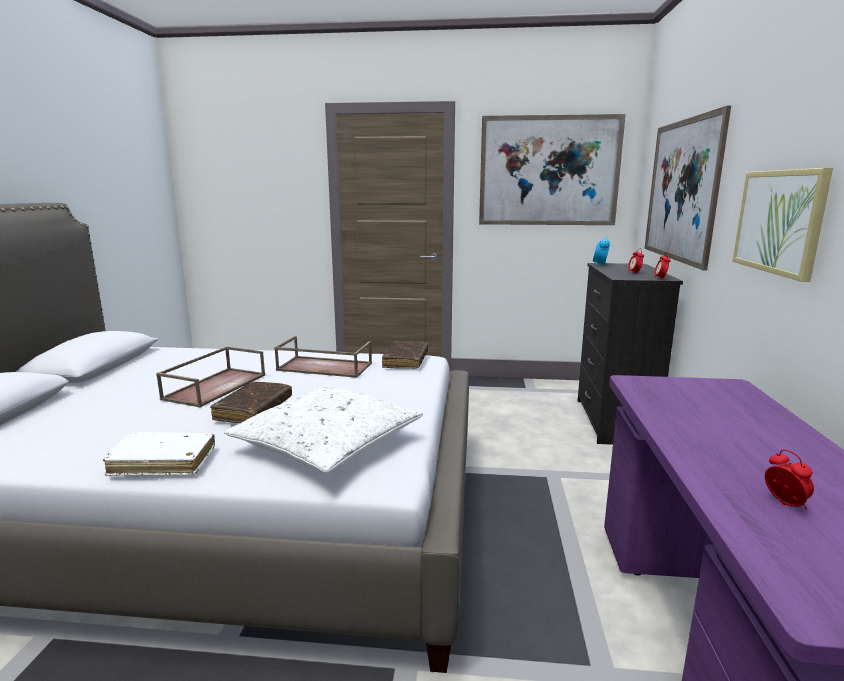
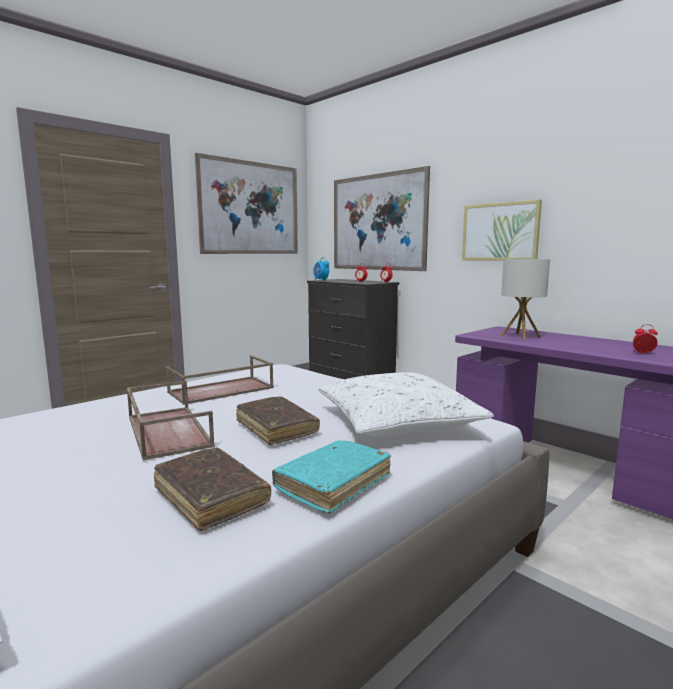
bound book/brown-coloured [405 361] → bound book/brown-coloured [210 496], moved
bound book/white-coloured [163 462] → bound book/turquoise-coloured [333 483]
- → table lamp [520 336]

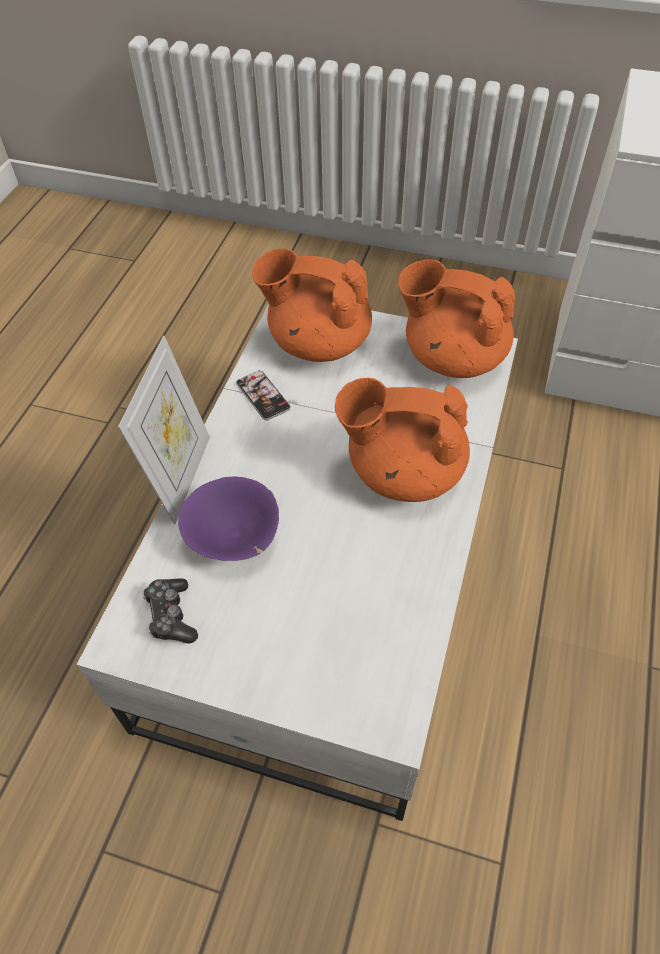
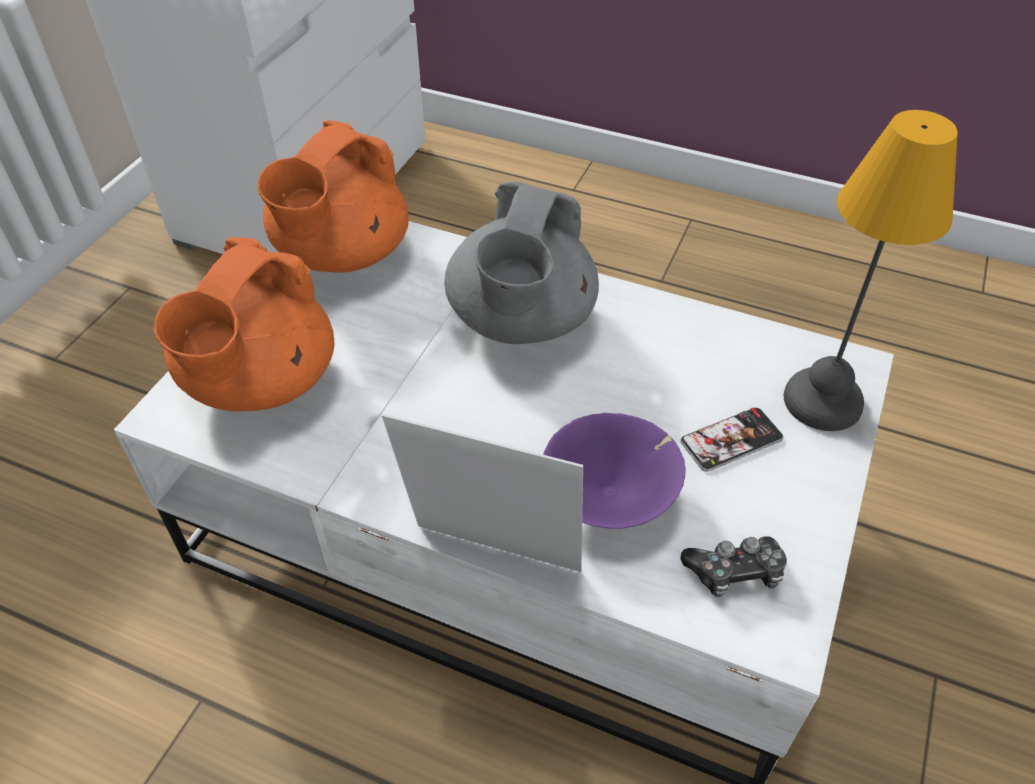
telephone [263 396] → telephone [731 440], moved
tea pot/orange [403 471] → tea pot/greyish [521 321]
- → table lamp [822 403]

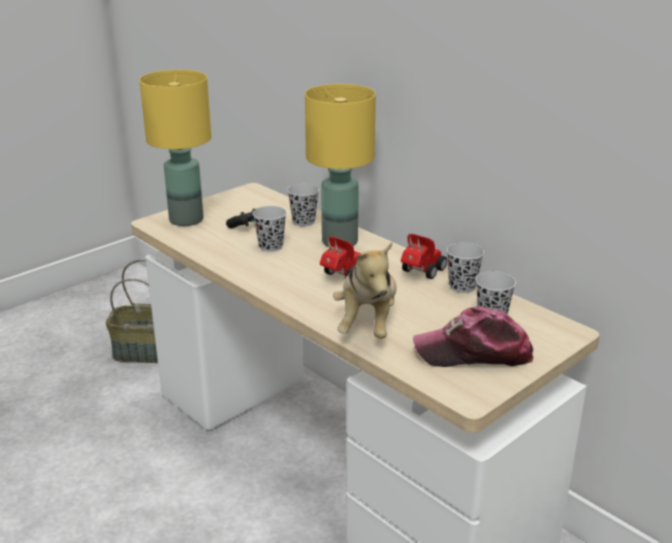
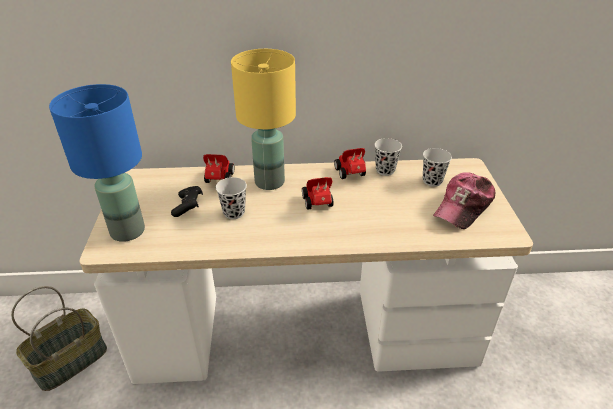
table lamp/yellowish [185 219] → table lamp/blue-coloured [126 231]
cup/blackish [303 221] → miniature car [218 181]
cuddly toy [367 323] → -

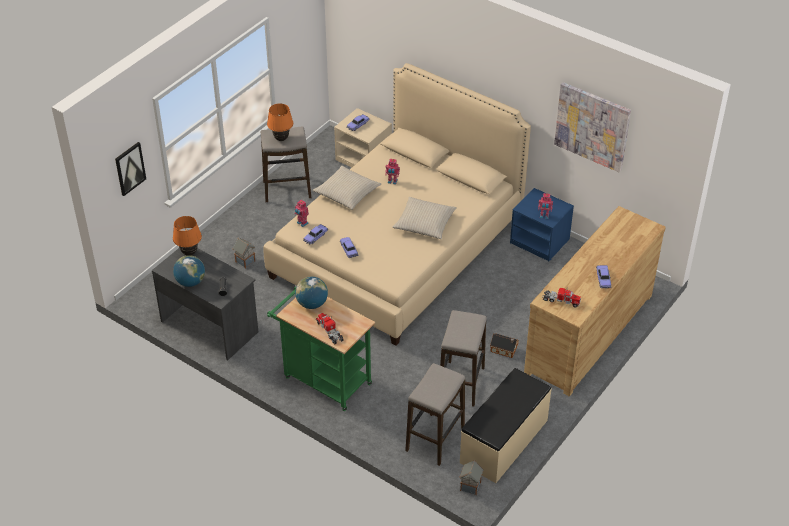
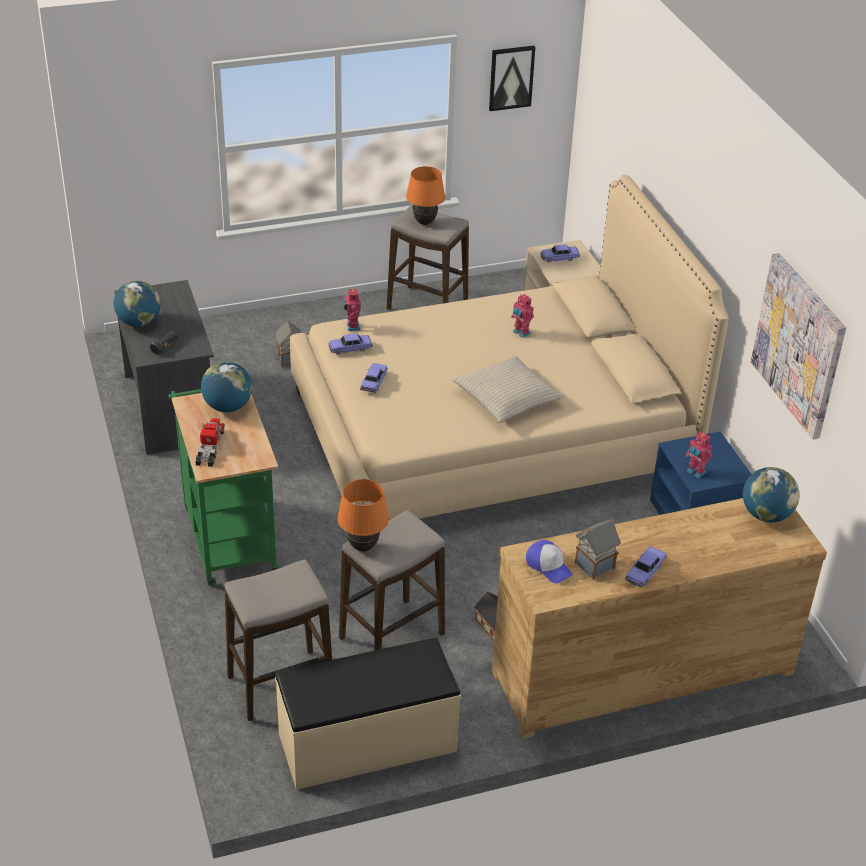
picture [129 168] → picture [511 77], moved
cushion/sand-coloured [347 193] → -
table lamp/orange [189 253] → table lamp/orange [363 547], moved
toy lorry [561 300] → baseball cap [548 566]
model house [470 487] → model house [594 566], moved
- → world globe [766 515]

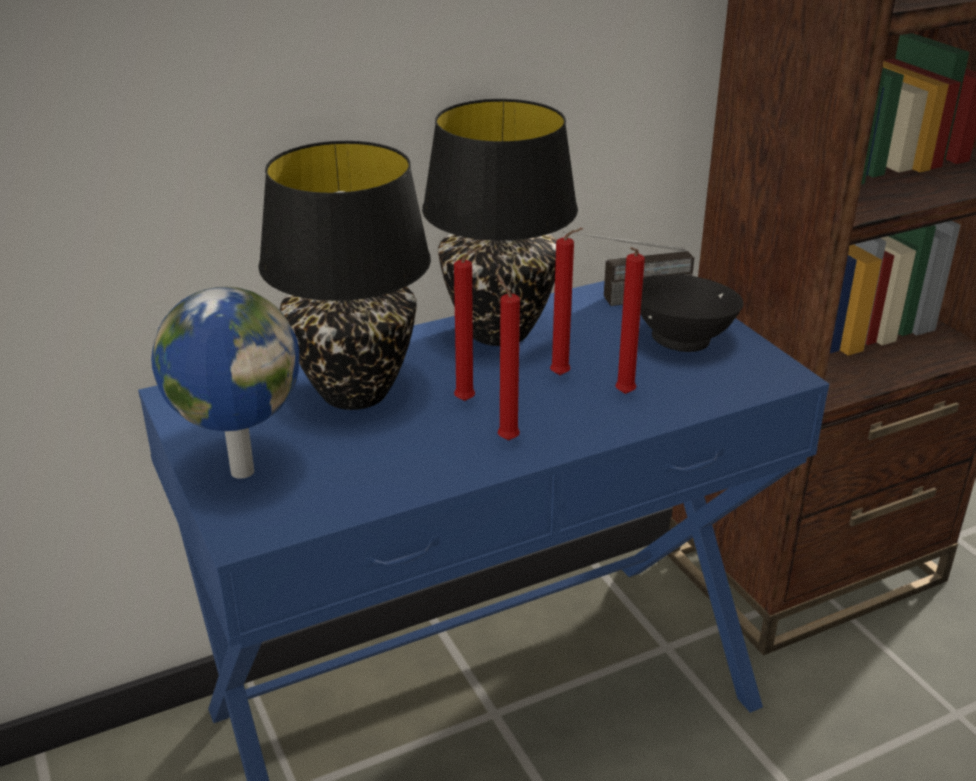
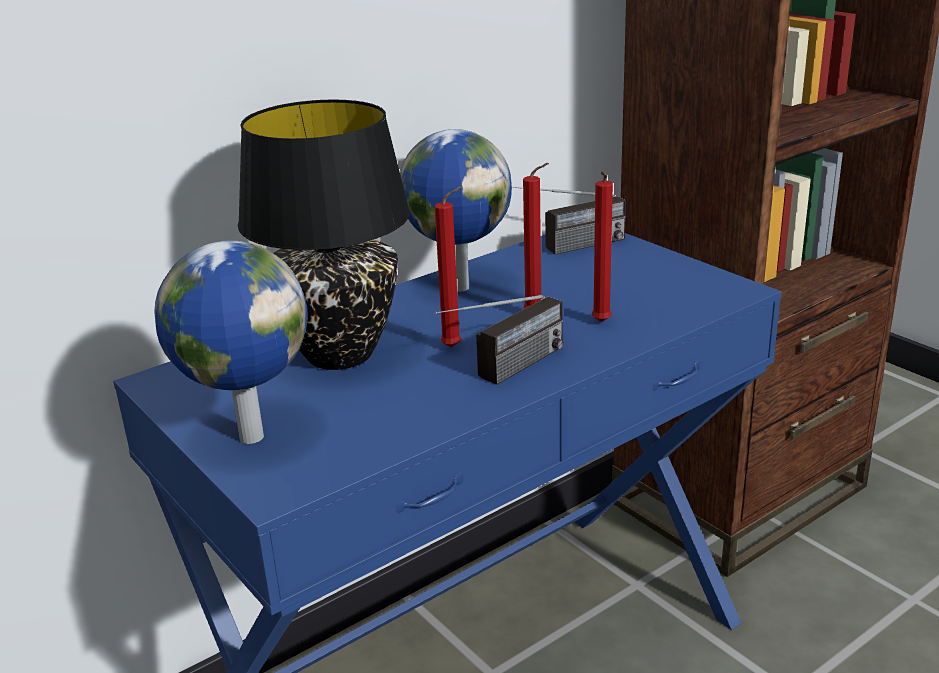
table lamp/blackish [497 331] → world globe [458 287]
candle/red [506 438] → radio [505 373]
bowl/blackish [684 340] → -

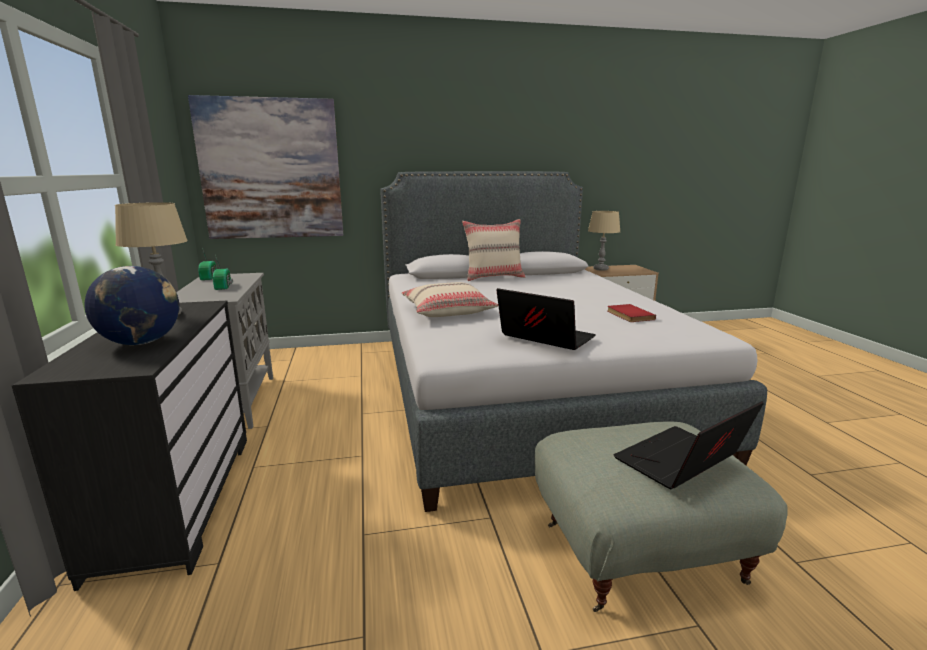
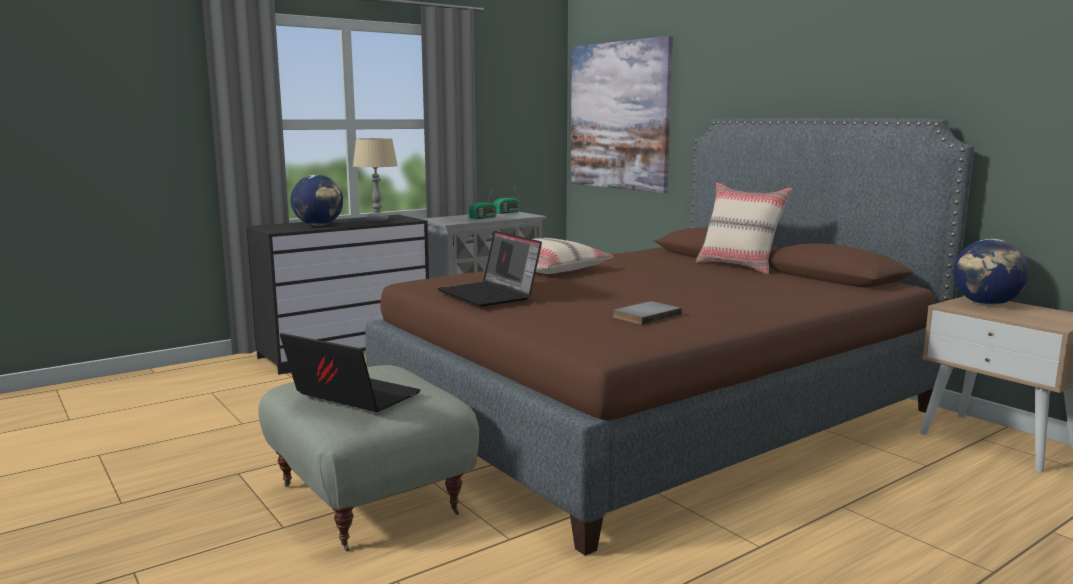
bedroom bed/greyish [520 390] → bedroom bed/brown-coloured [658 412]
table lamp/sand-coloured [600 269] → world globe [986 304]
notebook computer [544 338] → notebook computer [490 295], 135 degrees clockwise
bound book/red [628 315] → bound book/greyish [644 315]

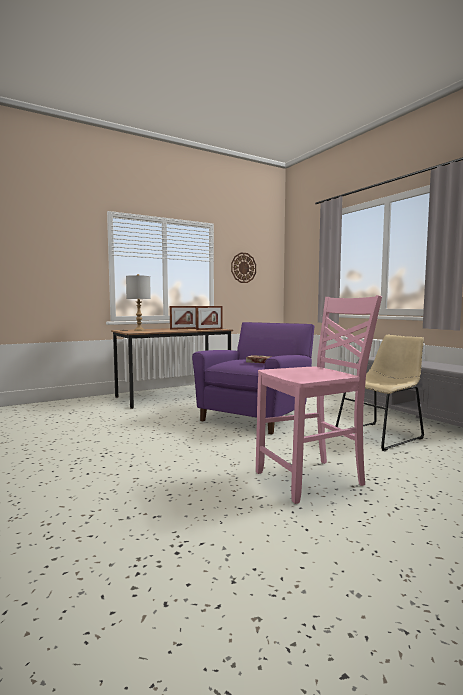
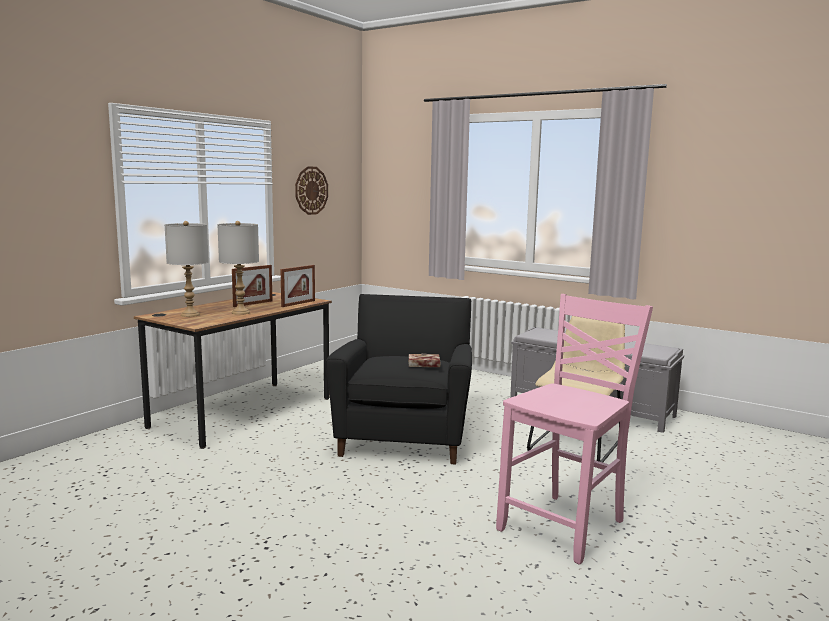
lounge chair/purple [256 416] → lounge chair/blackish [405 434]
- → table lamp/greyish [240 312]

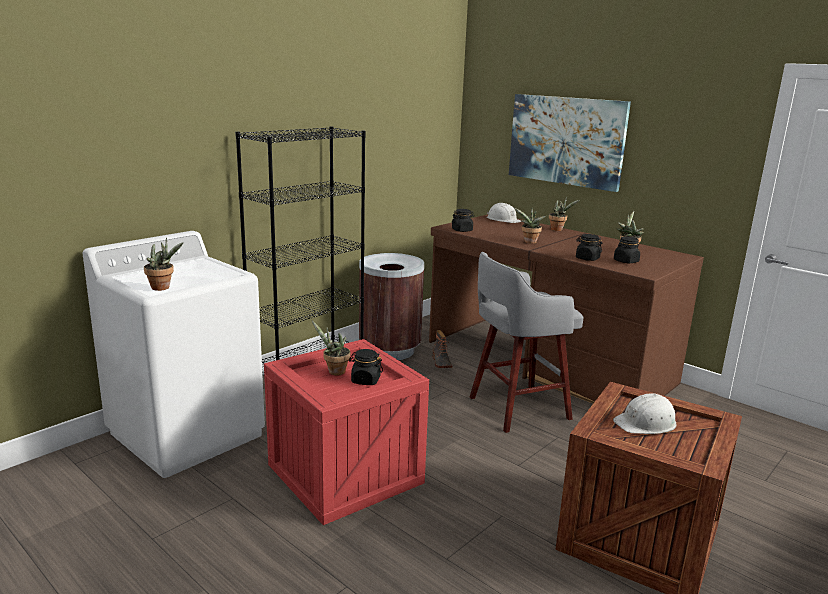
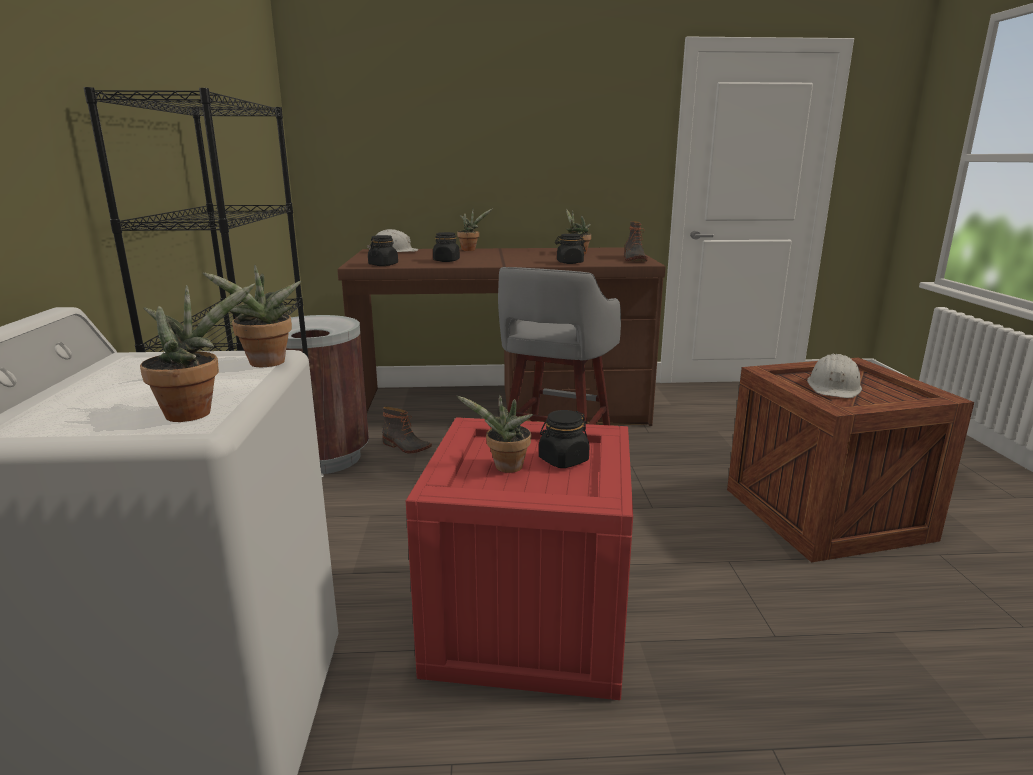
picture [566 140] → -
houseplant [529 242] → houseplant [266 364], moved
preserve jar/blackish [626 261] → preserve jar/blackish [446 261], moved
- → tall boot [633 259]

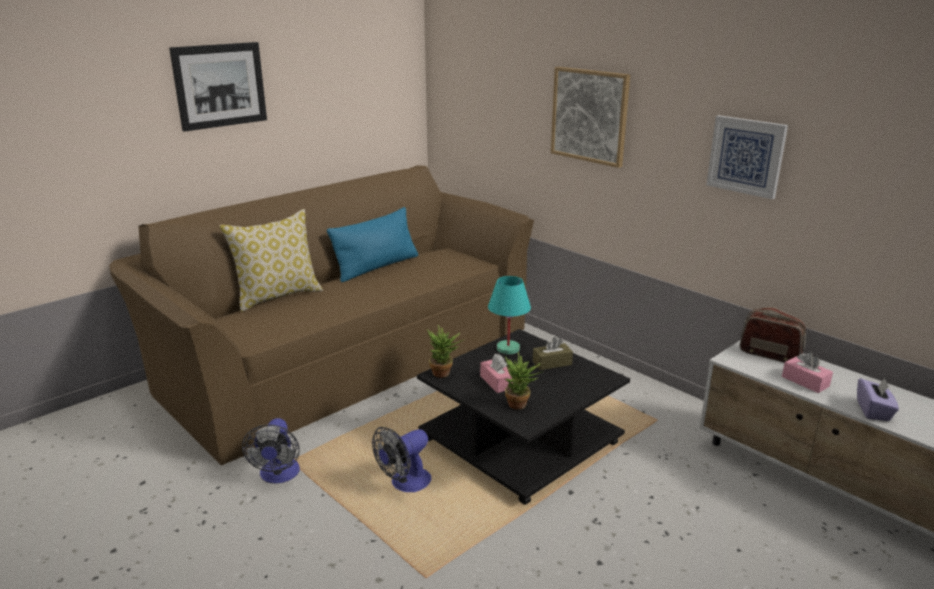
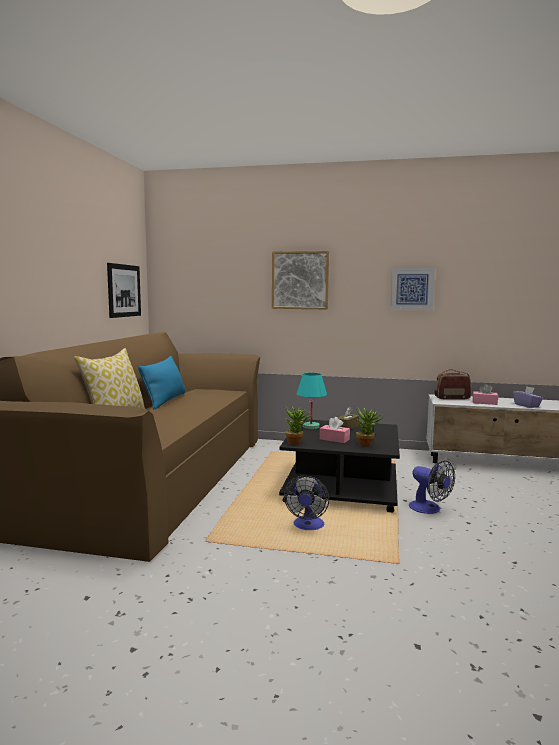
picture [220 85] → picture [124 290], moved
cooling fan [278 475] → cooling fan [429 509], moved

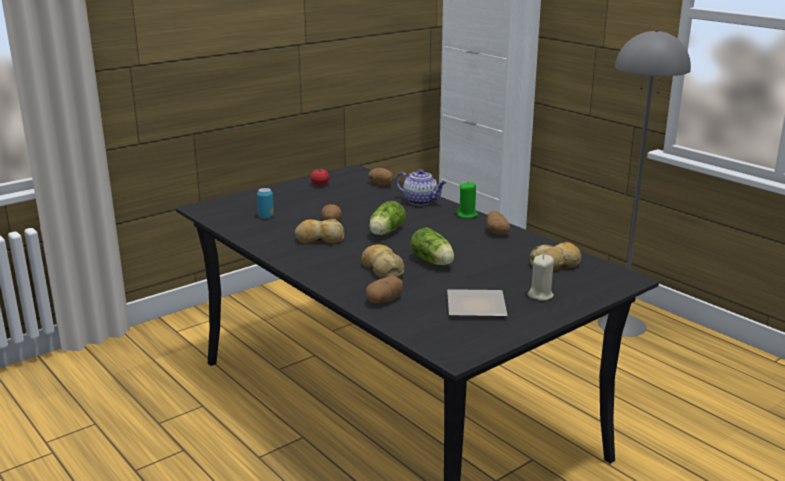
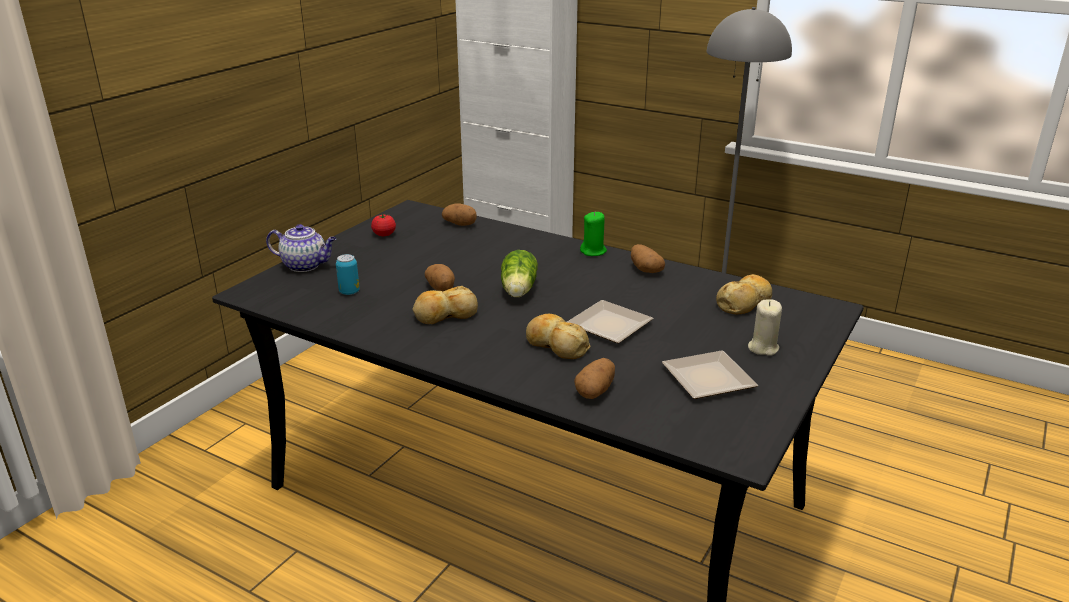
tea pot [421 201] → tea pot [305 265], moved
head of lettuce [433 262] → dinner plate [608 324]

